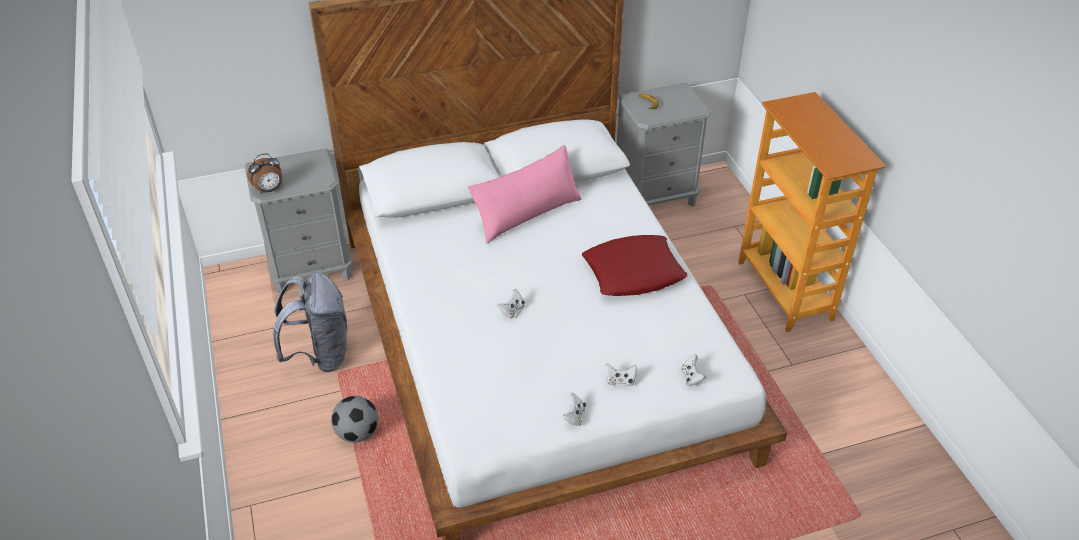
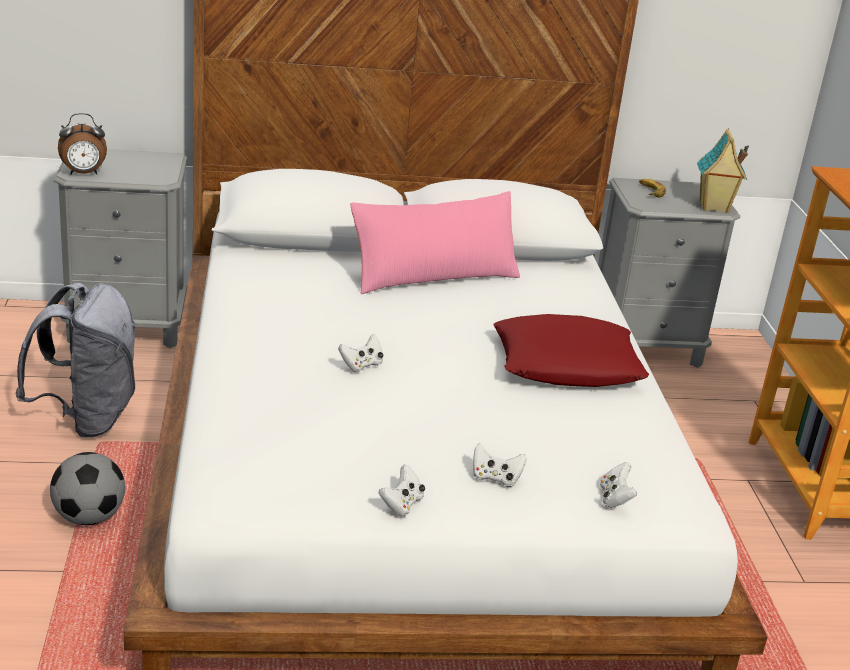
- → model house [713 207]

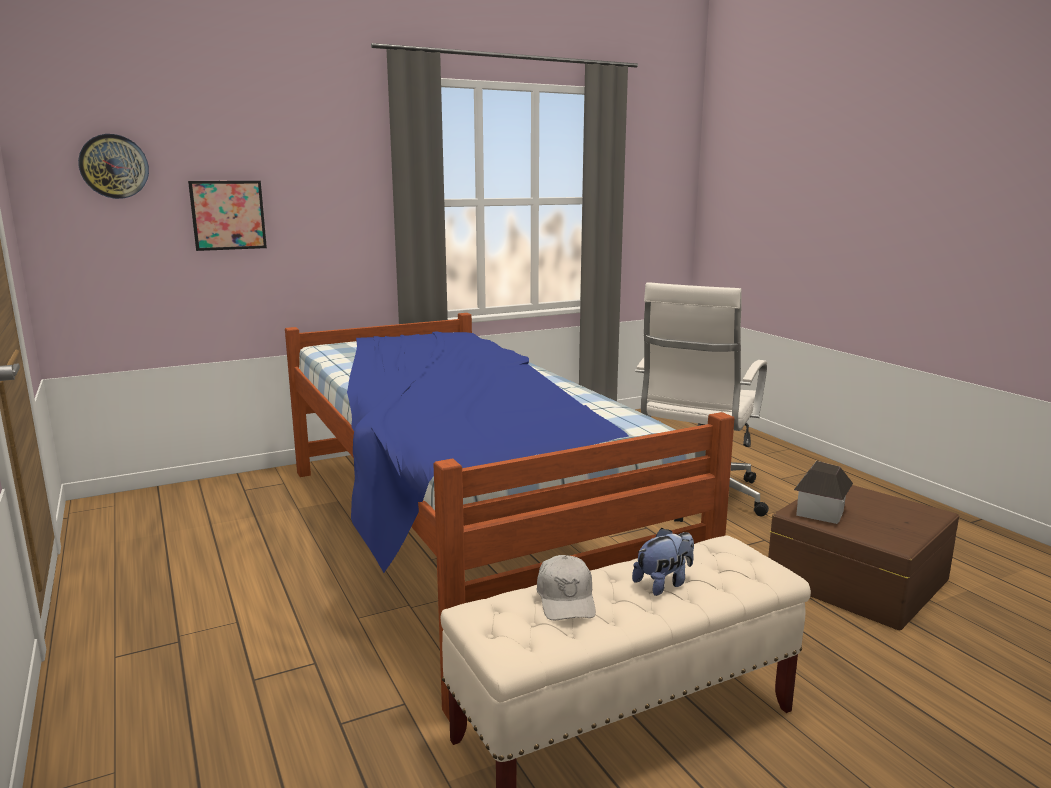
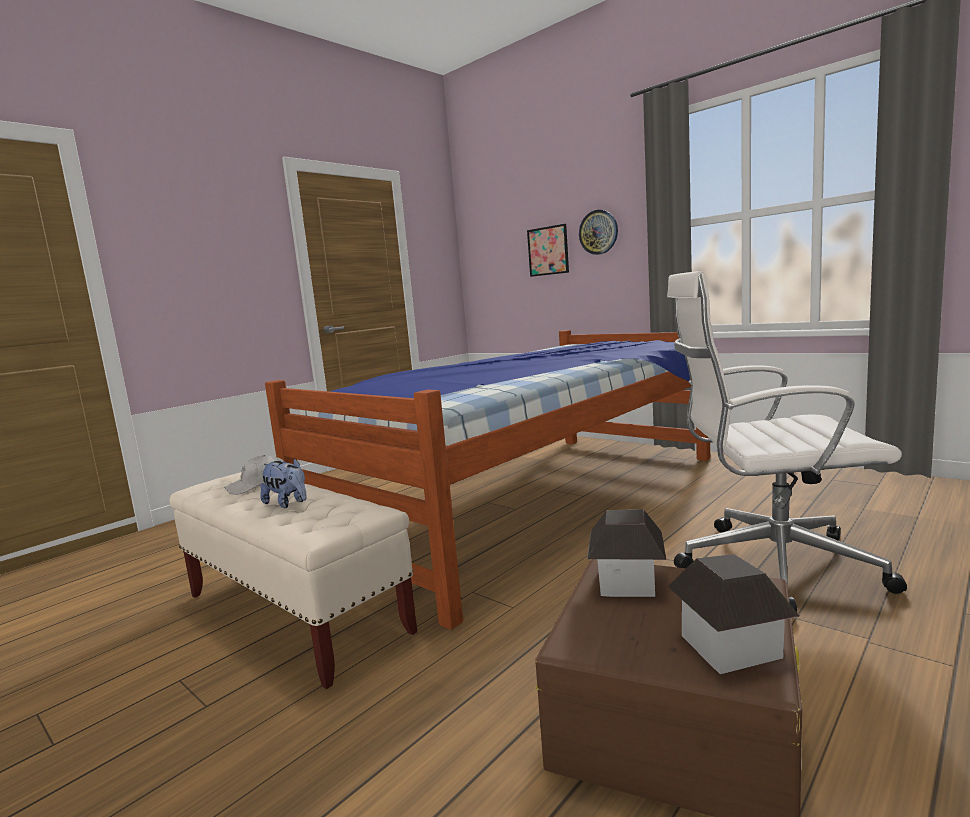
clock on the wall [114 166] → clock on the wall [598 232], moved
- → model house [730 646]

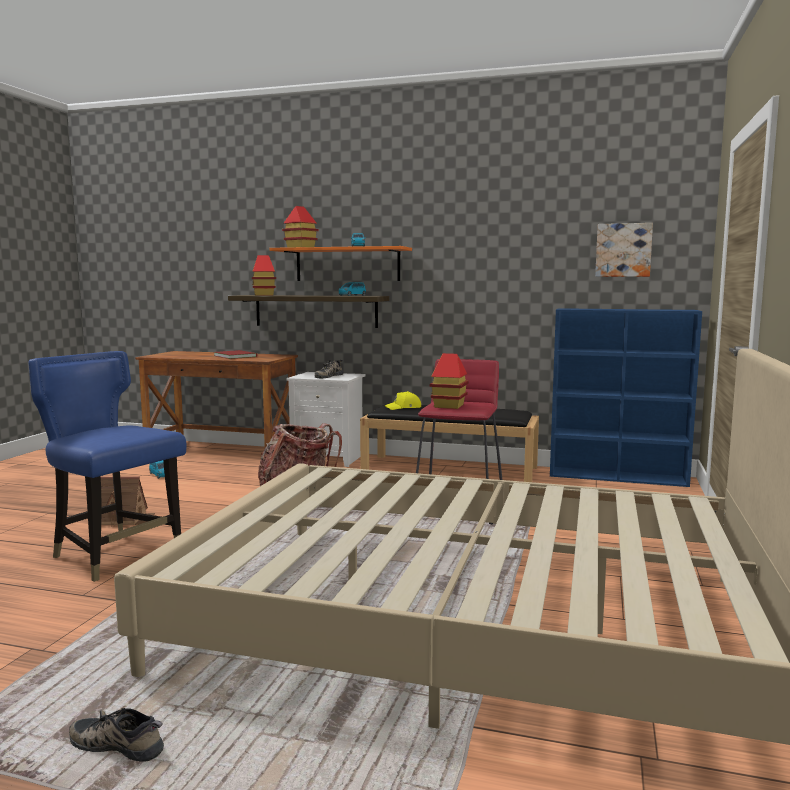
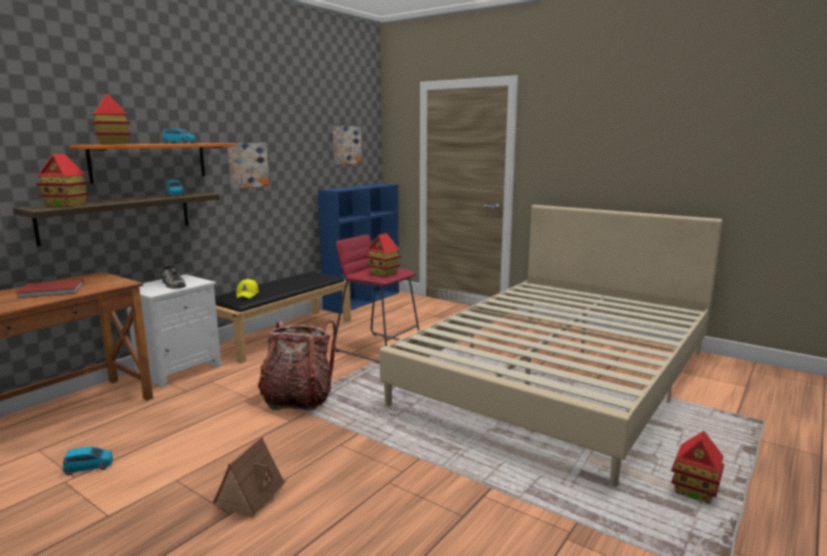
plain chair/blue-coloured [115 554] → -
low shoe [119 744] → model house [694 491]
- → picture [247 165]

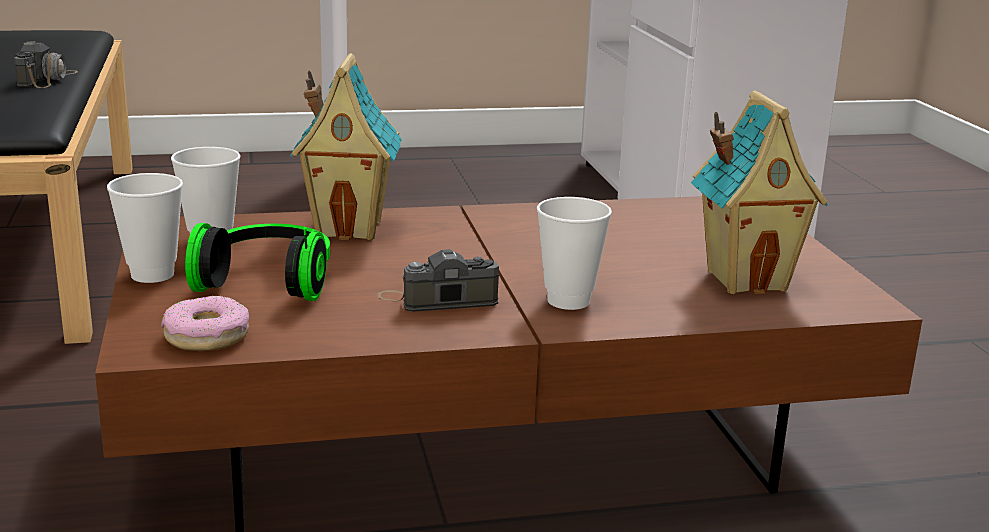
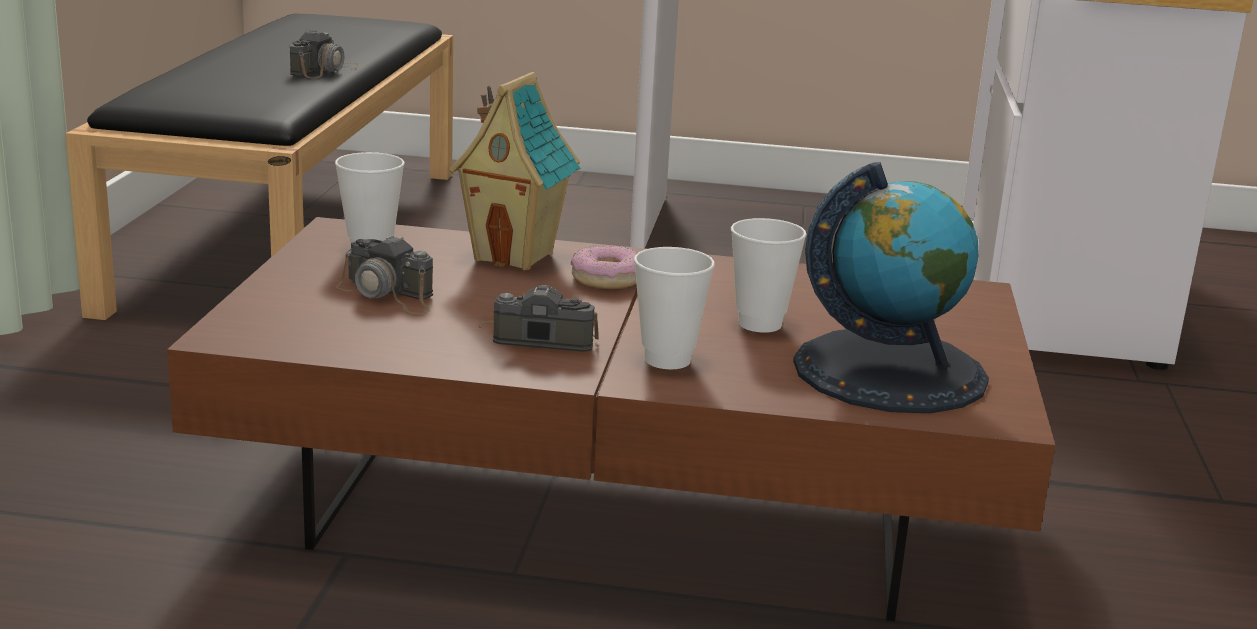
model house [747 280] → world globe [890 371]
cup [152 274] → cup [760 324], moved
headset [268 282] → photo camera [388 295]
doughnut [206 336] → doughnut [606 279], moved

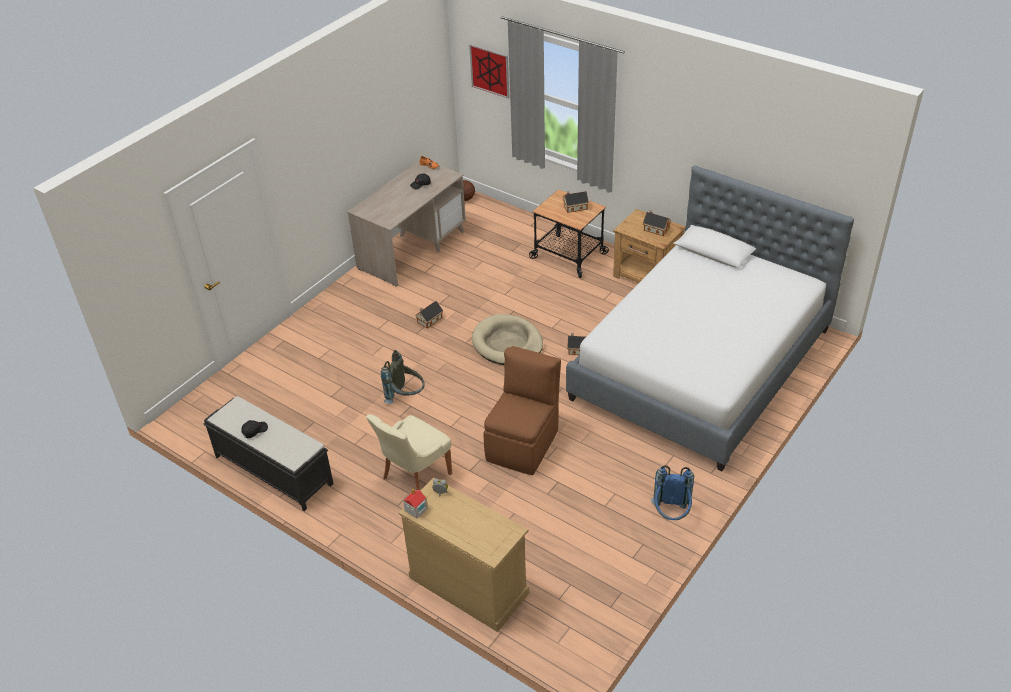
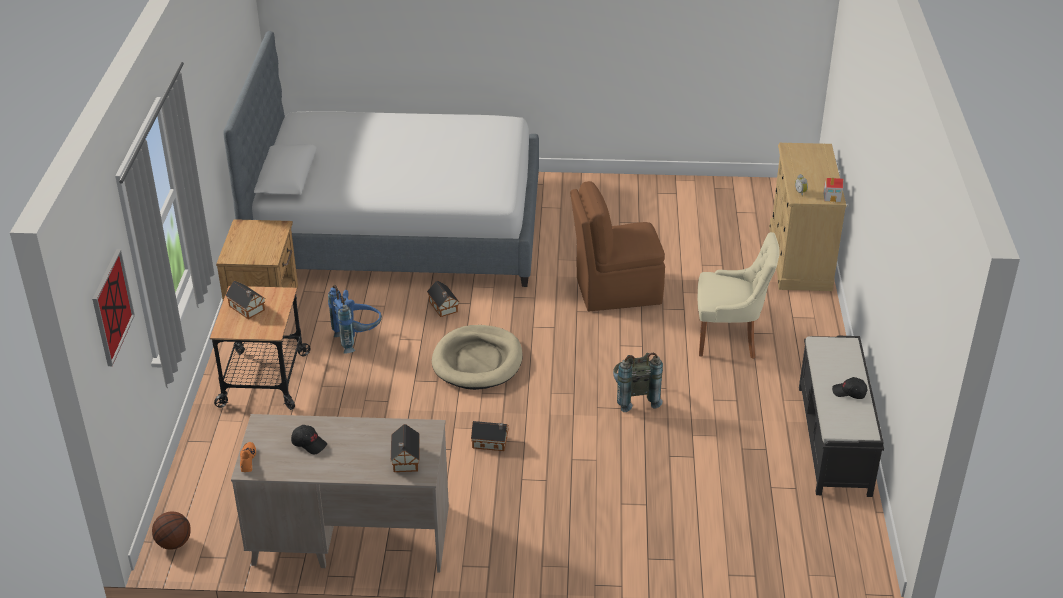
model house [655 229] → model house [405 460], moved
rucksack/blue-coloured [671 515] → rucksack/blue-coloured [357 339], moved

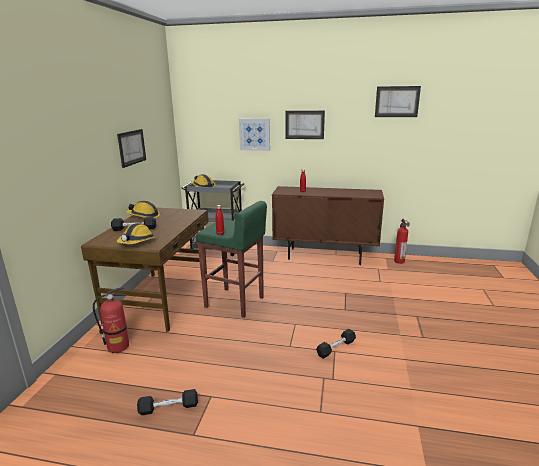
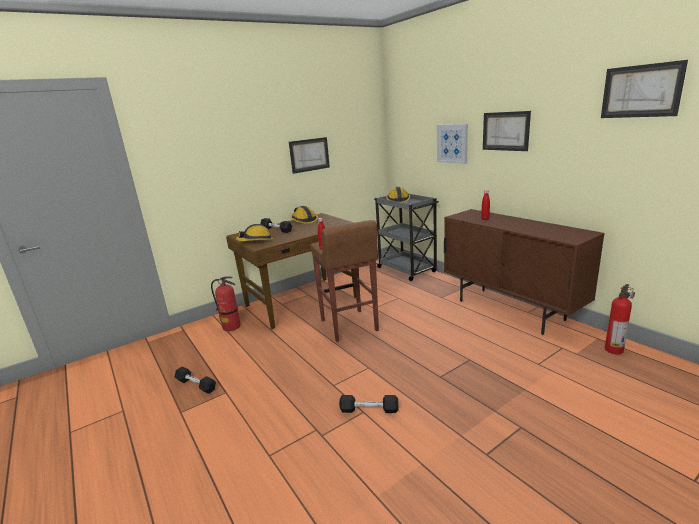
stool/green [235 303] → stool/brown-coloured [348 325]

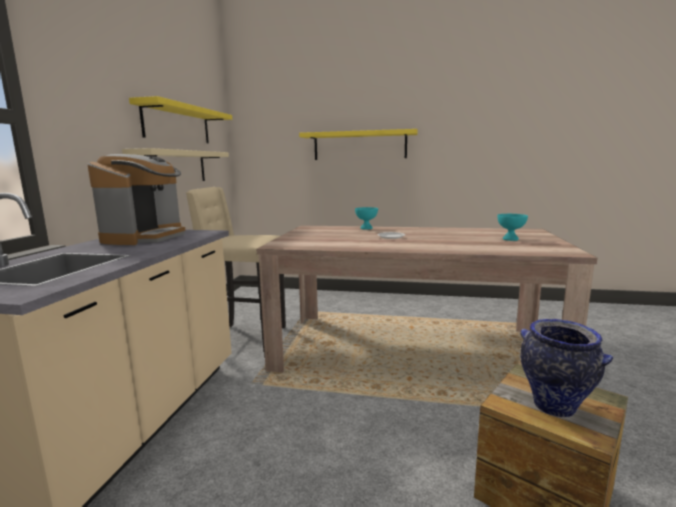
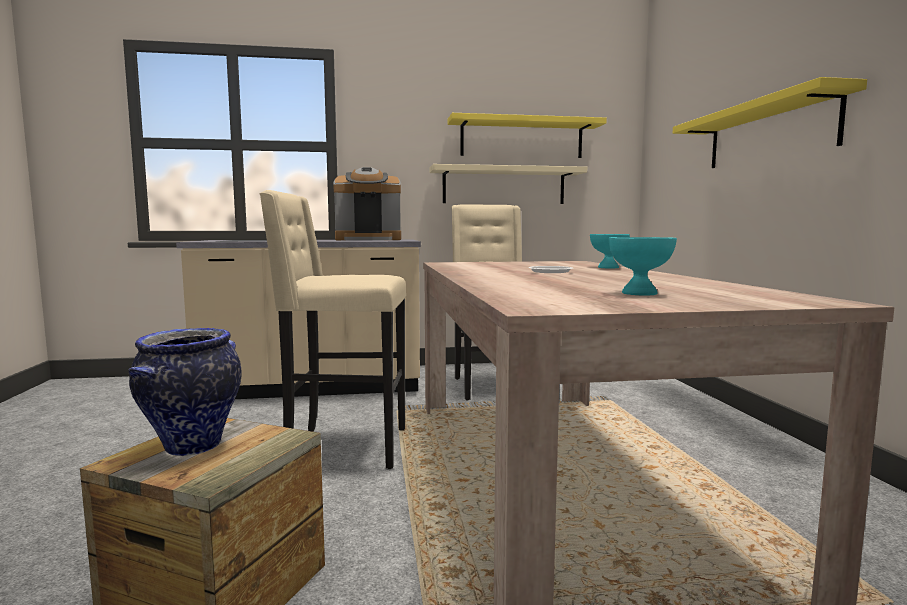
- → stool/sand-coloured [344 447]

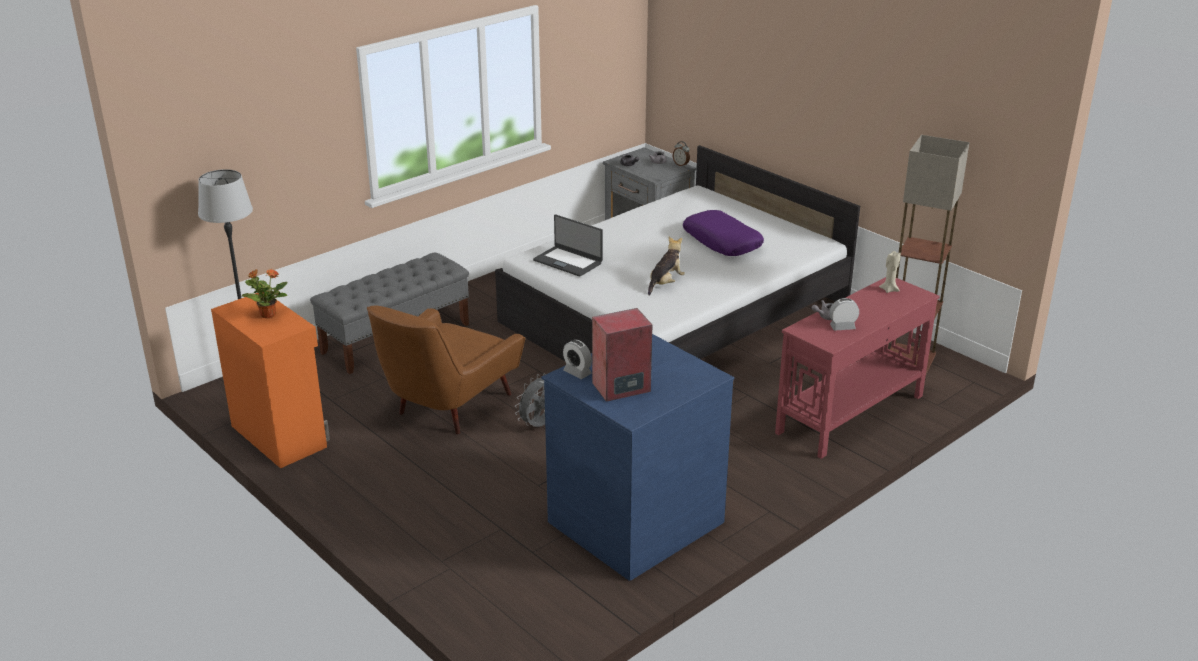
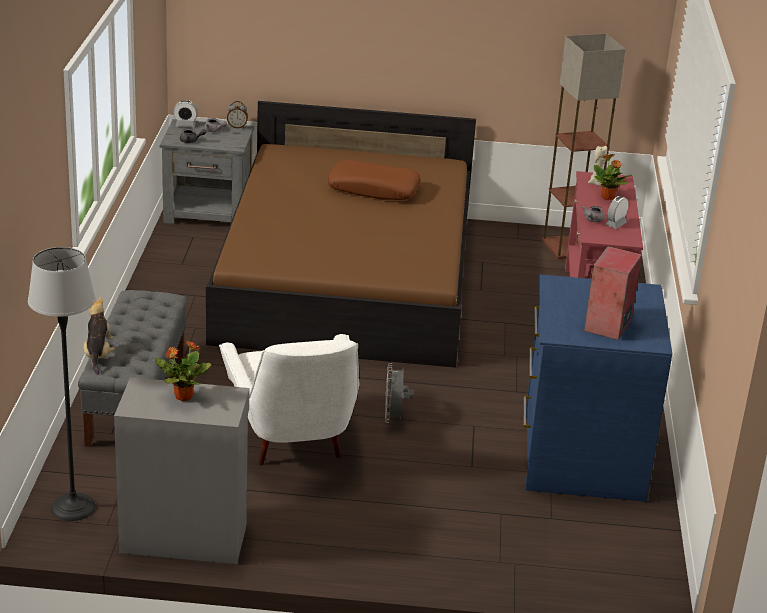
bedroom bed/white-coloured [675 314] → bedroom bed/brown-coloured [346 277]
cushion/purple [722 242] → cushion/brown-coloured [374 189]
notebook computer [568 261] → -
cuddly toy [665 283] → cuddly toy [98 355], moved
cupboard/orange [280 435] → cupboard/greyish [183 537]
lounge chair/brown-coloured [447 408] → lounge chair/white-coloured [293 441]
bedside clock [577 372] → bedside clock [185 125], moved
- → houseplant [608 197]

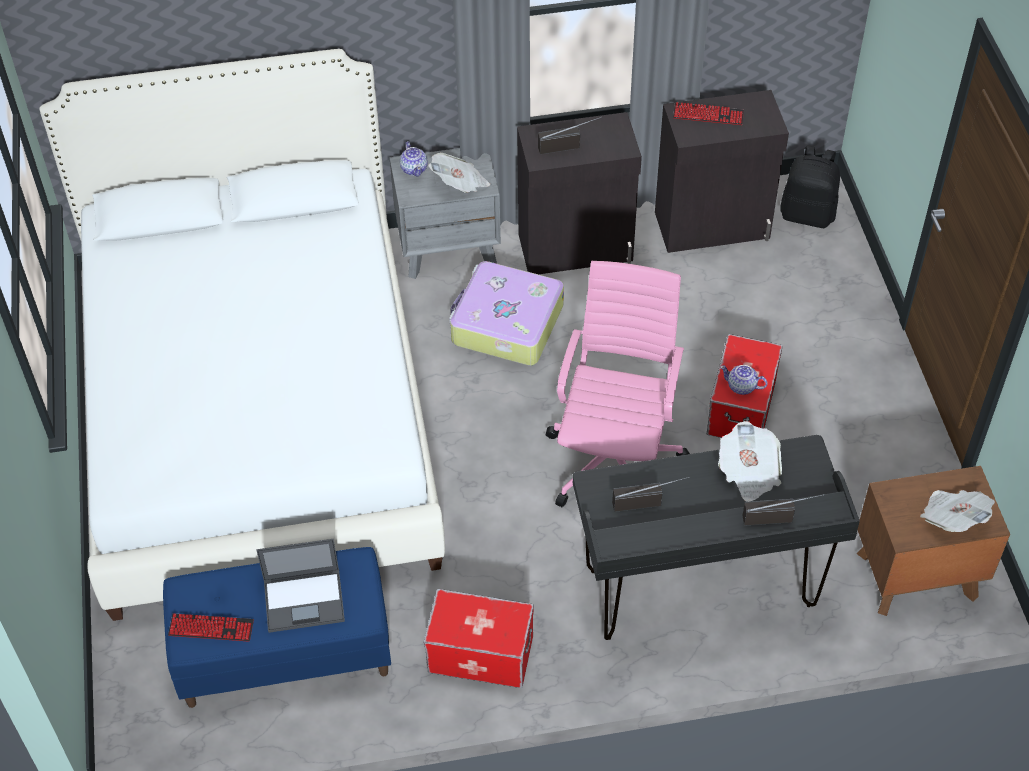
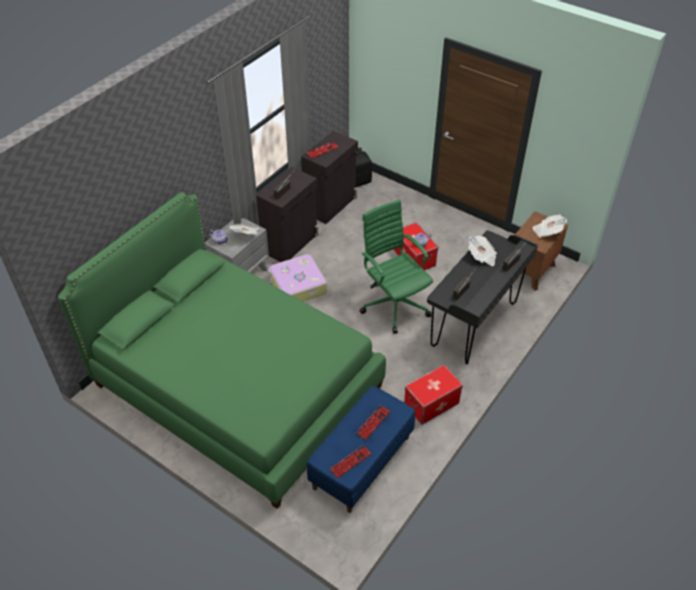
bedroom bed/white-coloured [259 411] → bedroom bed/green [238 385]
desk chair/pink [615 459] → desk chair/green [394 304]
notebook computer [305 600] → computer keyboard [373 423]

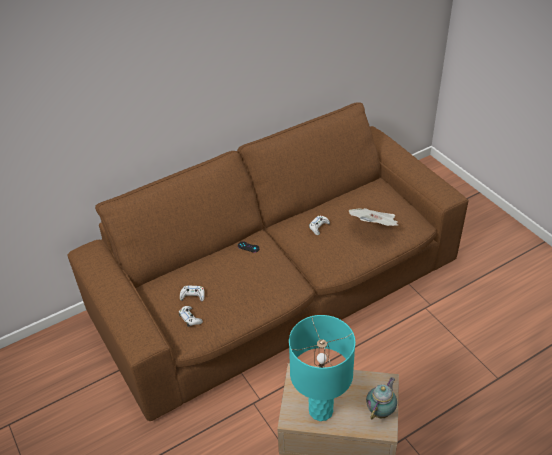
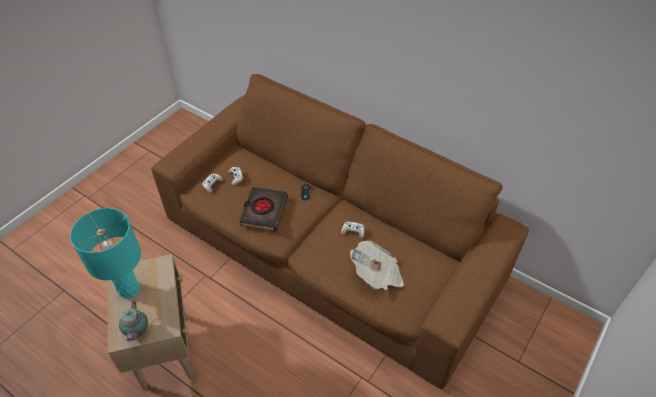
tea pot [381 410] → tea pot [137 332], 75 degrees clockwise
- → bound book/blackish [263 211]

